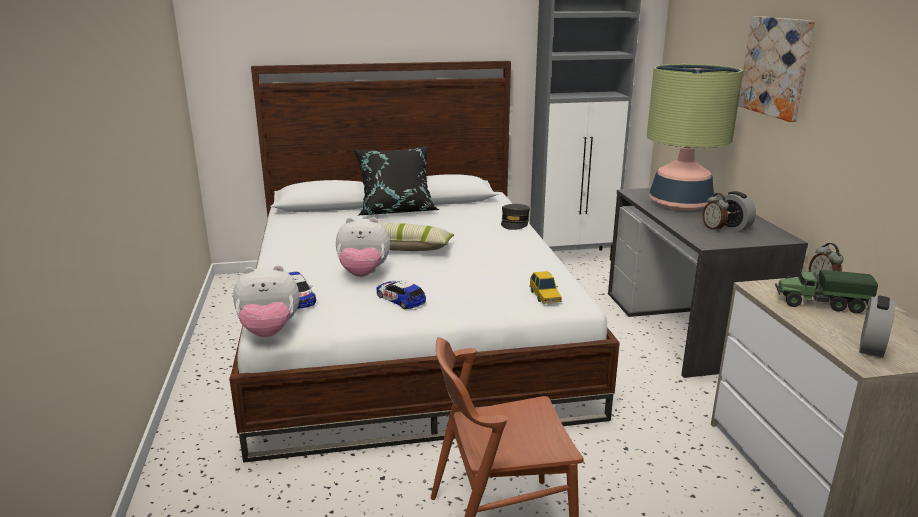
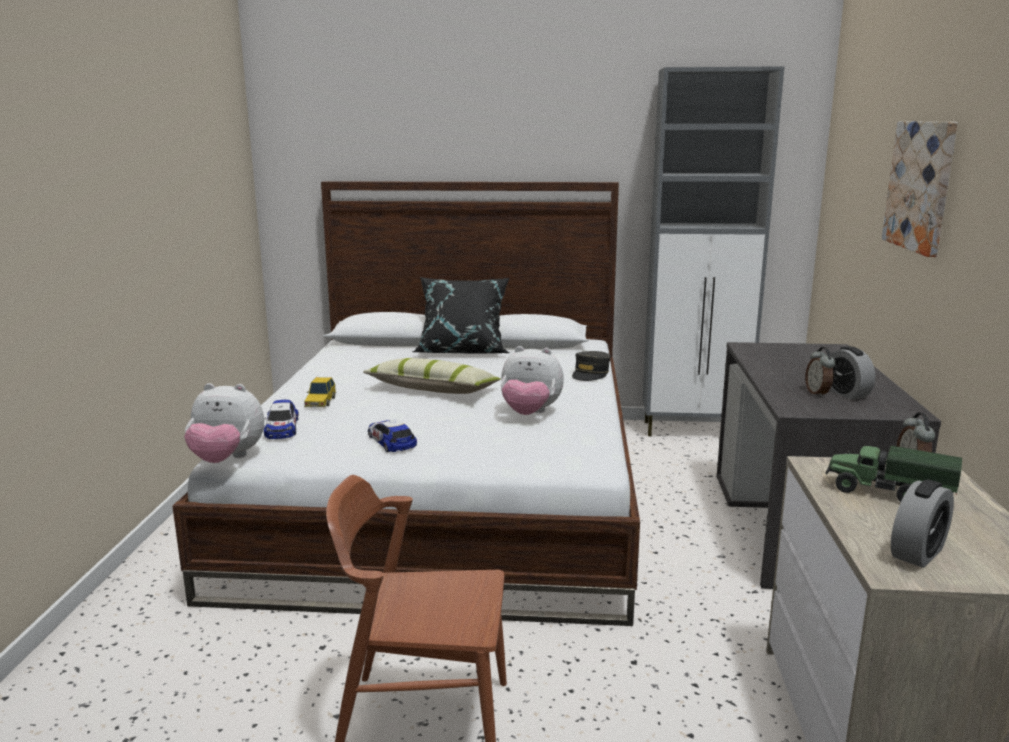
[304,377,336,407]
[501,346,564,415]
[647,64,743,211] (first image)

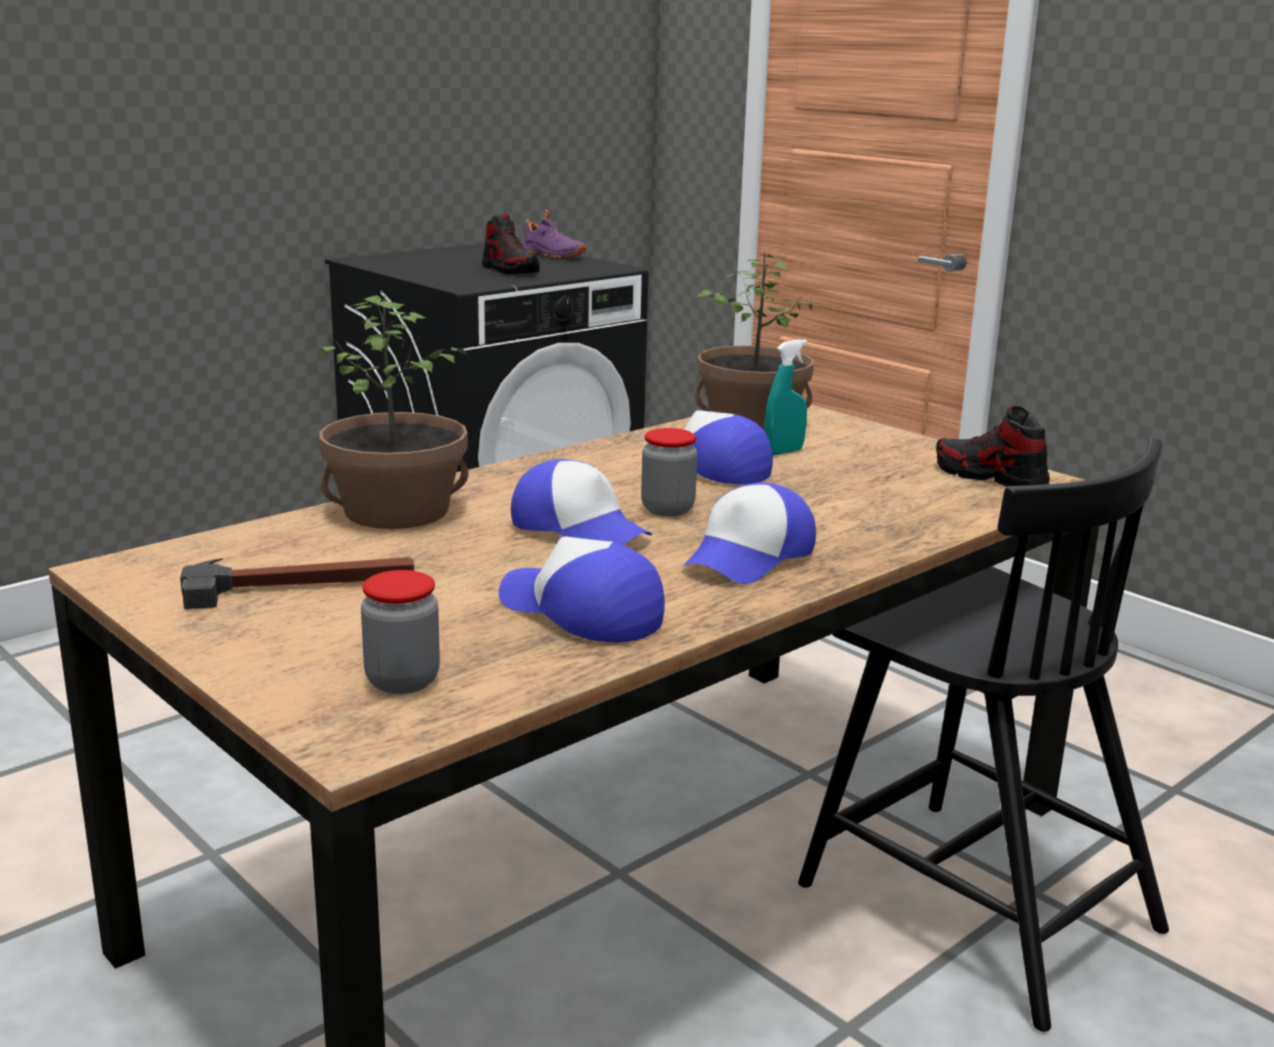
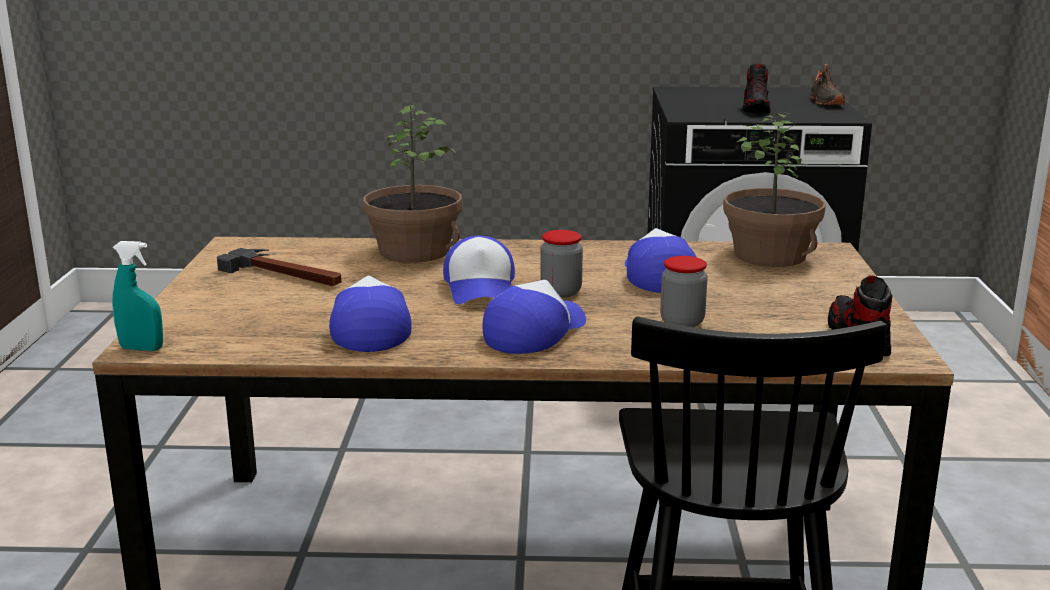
[113,241,163,351]
[482,280,586,354]
[660,256,708,327]
[810,64,845,105]

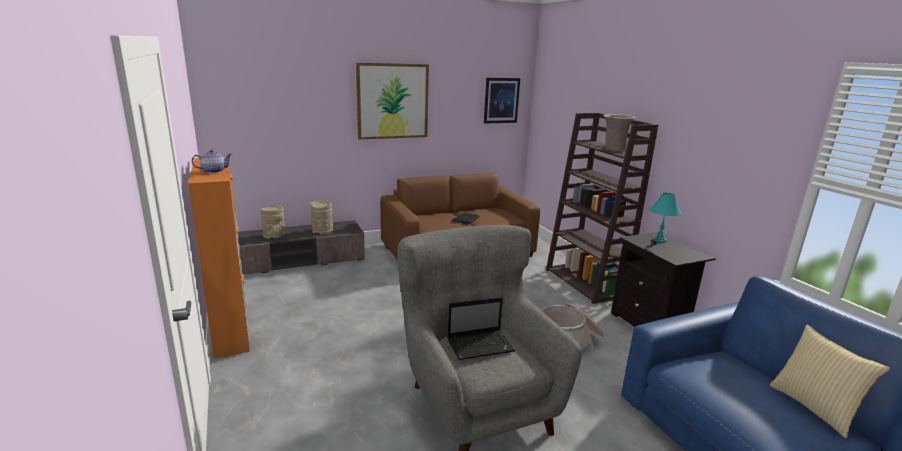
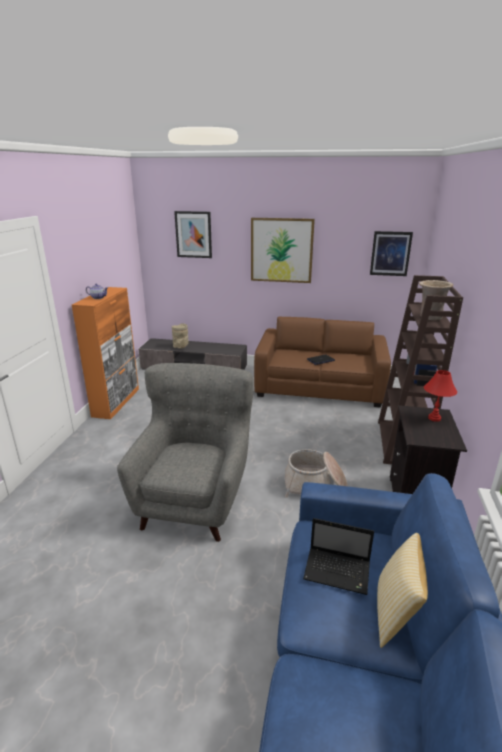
[174,211,212,258]
[303,518,374,595]
[424,370,457,422]
[311,200,333,235] (first image)

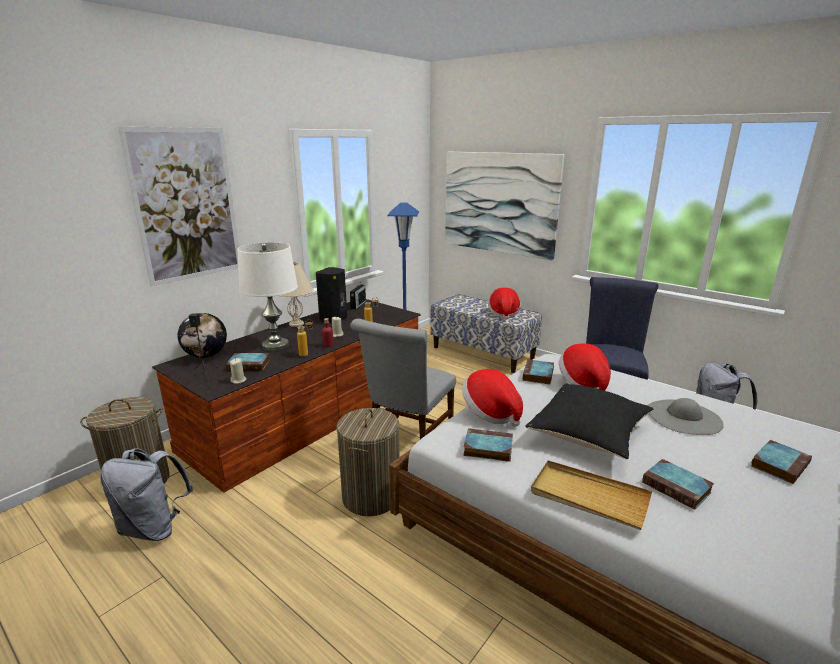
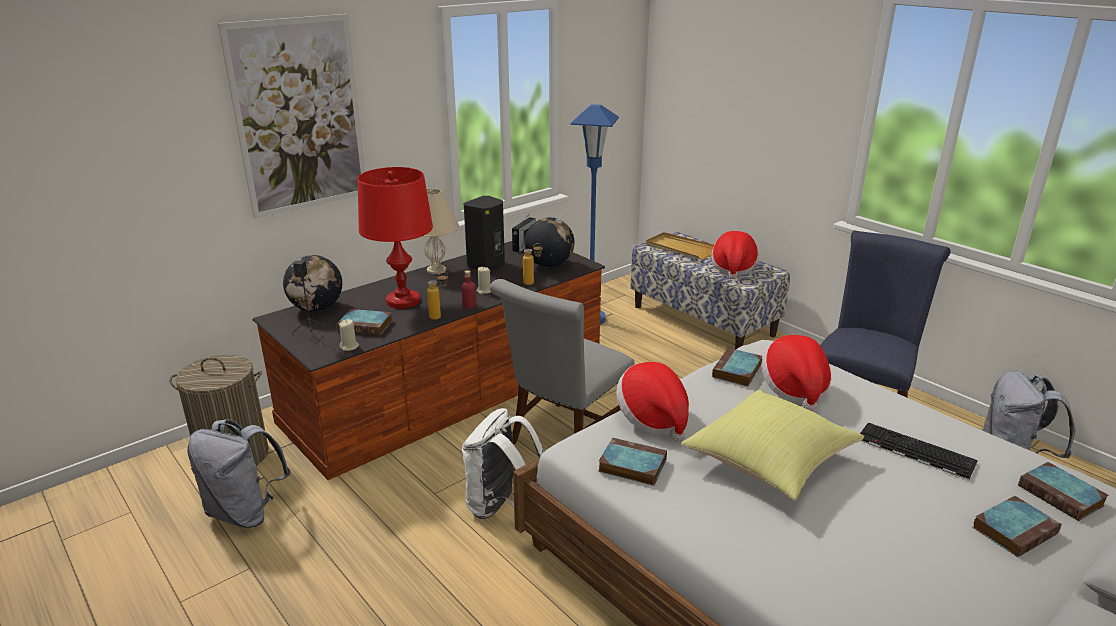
[357,167,433,309]
[462,408,544,519]
[524,217,575,268]
[646,232,714,260]
[681,390,864,500]
[860,423,978,480]
[1018,462,1109,521]
[445,152,565,260] (first image)

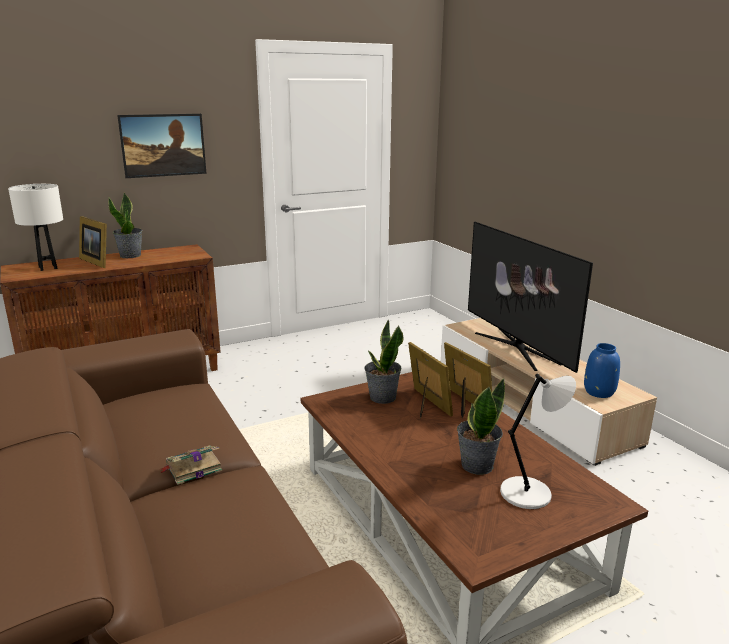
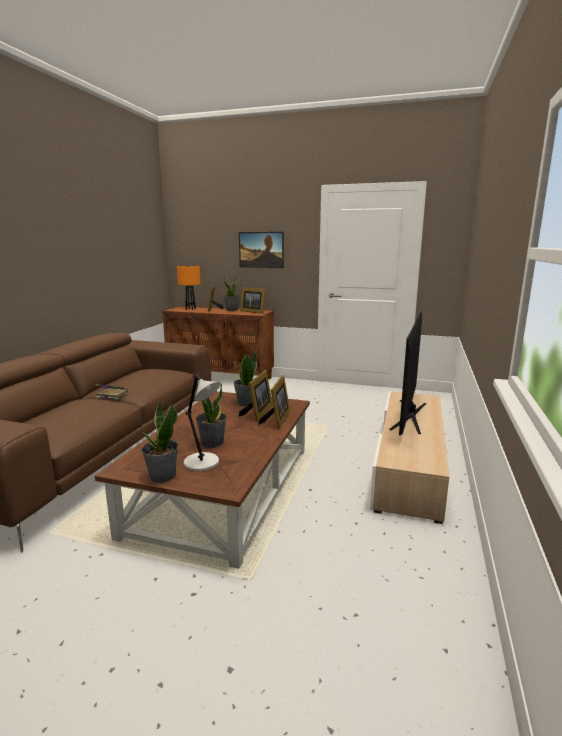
[141,400,178,483]
[177,266,201,310]
[240,287,266,314]
[584,343,620,398] (first image)

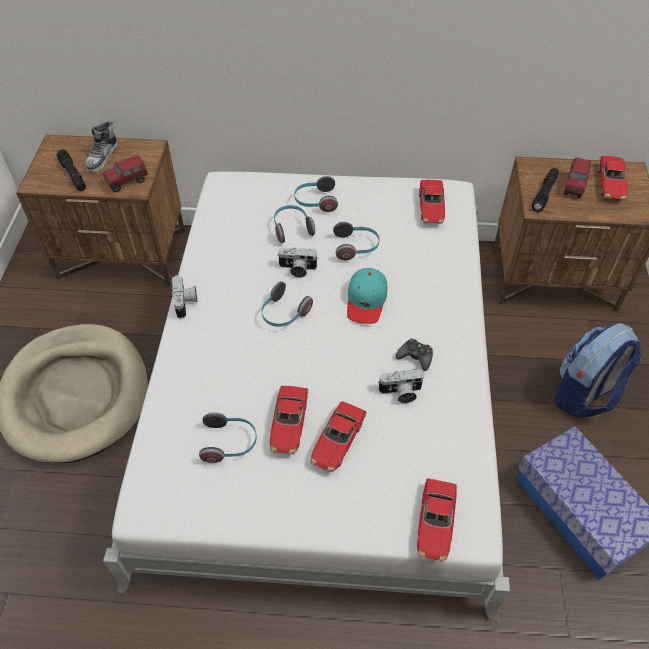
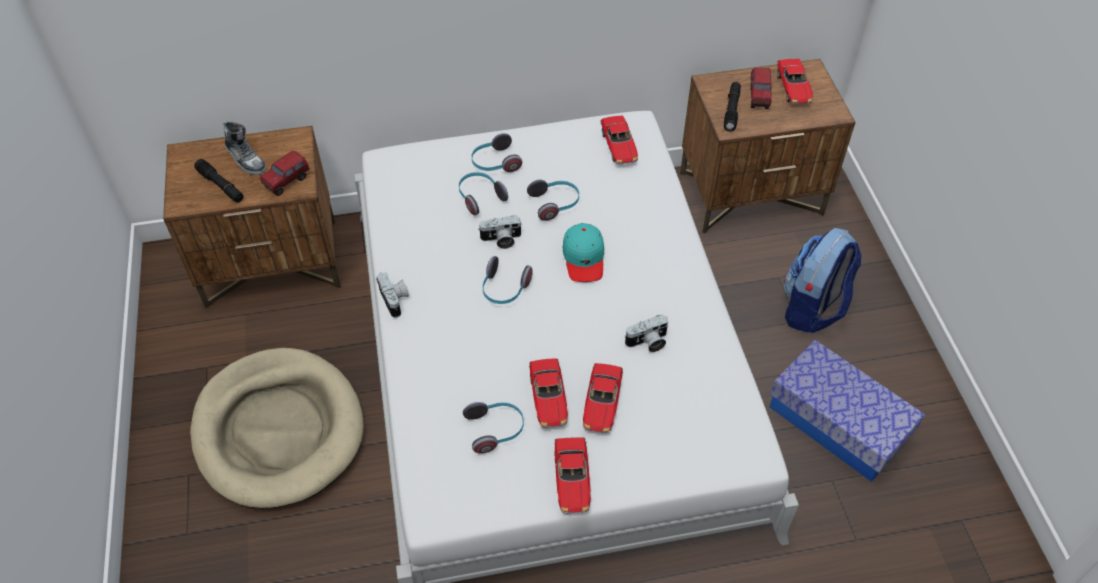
[223,122,266,175]
[554,437,591,513]
[396,338,433,371] (first image)

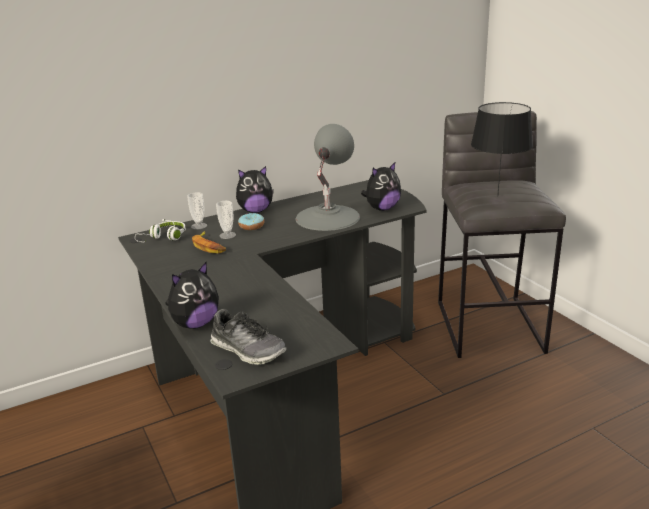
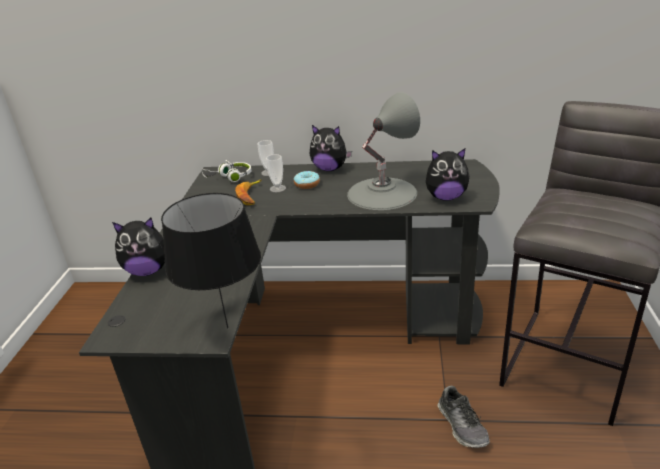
[161,193,261,329]
[438,386,490,448]

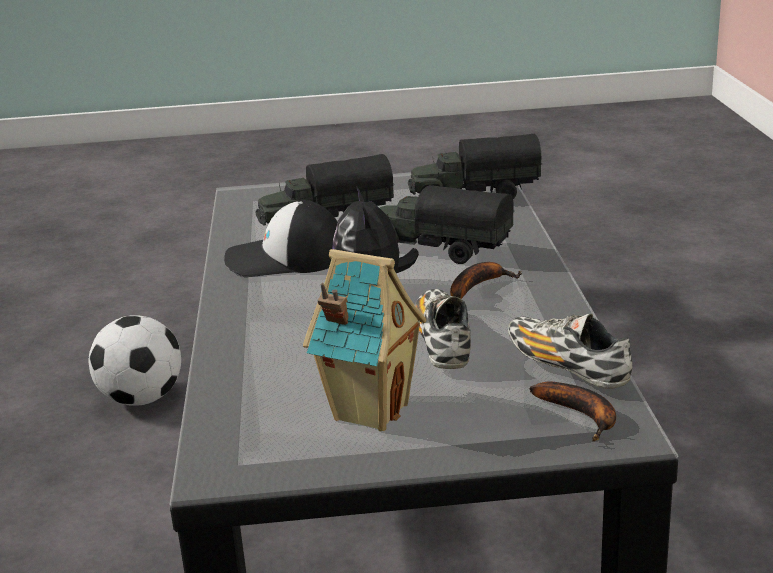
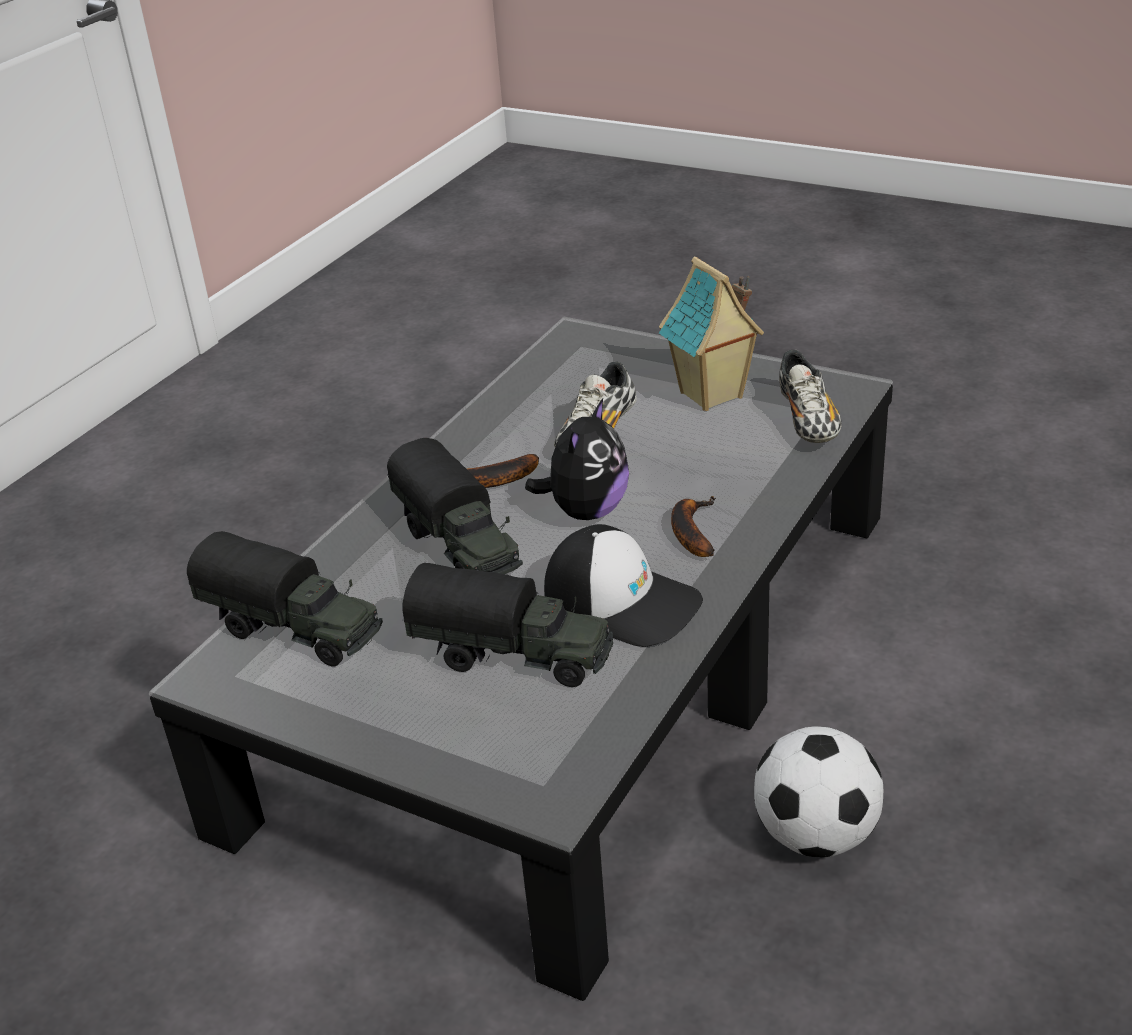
[671,496,716,557]
[779,350,842,443]

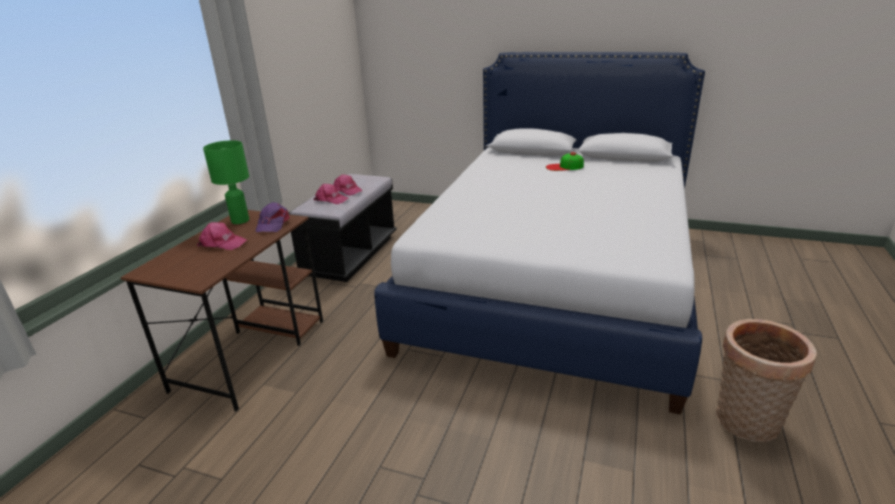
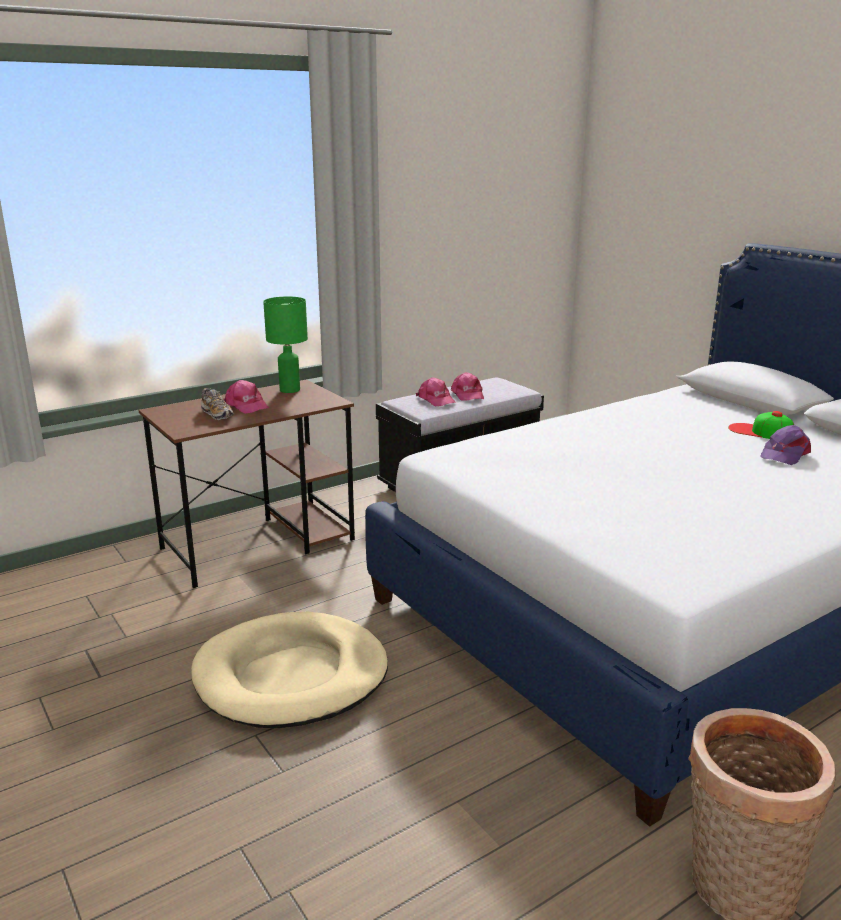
[191,612,388,728]
[201,388,233,420]
[760,425,811,465]

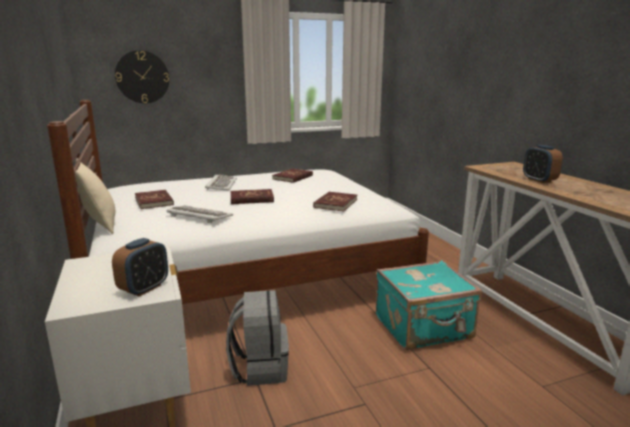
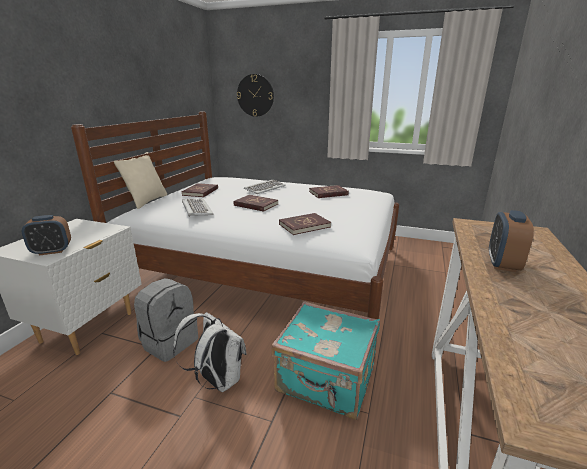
[173,312,247,392]

